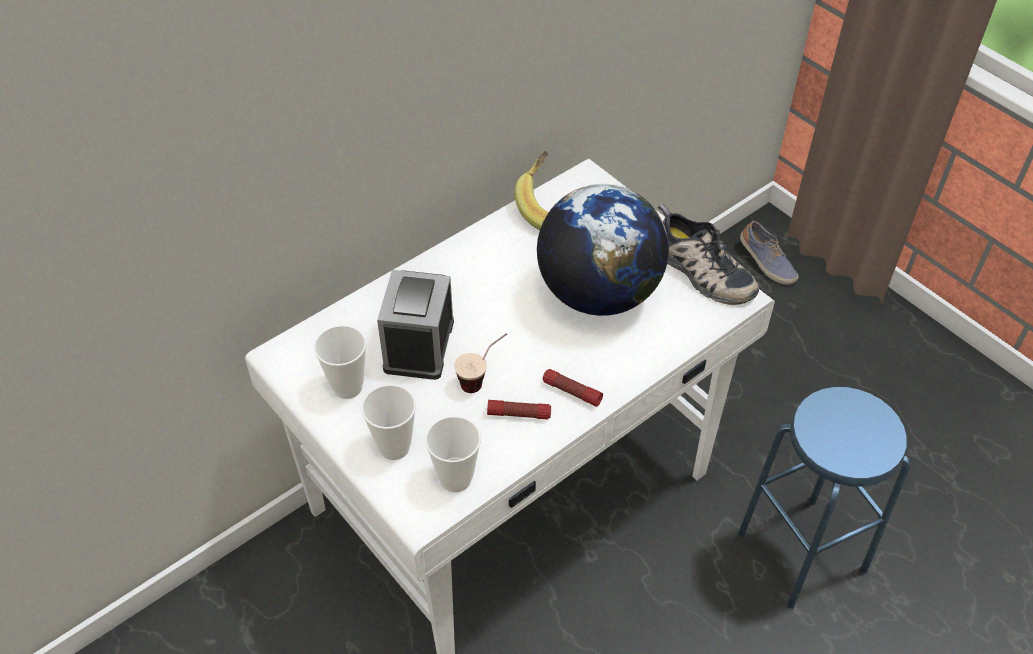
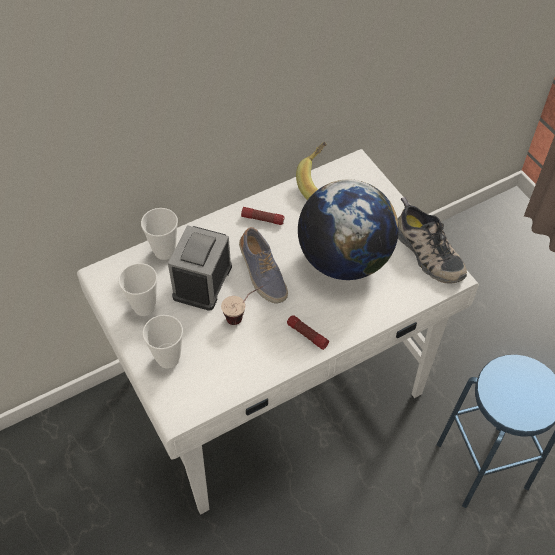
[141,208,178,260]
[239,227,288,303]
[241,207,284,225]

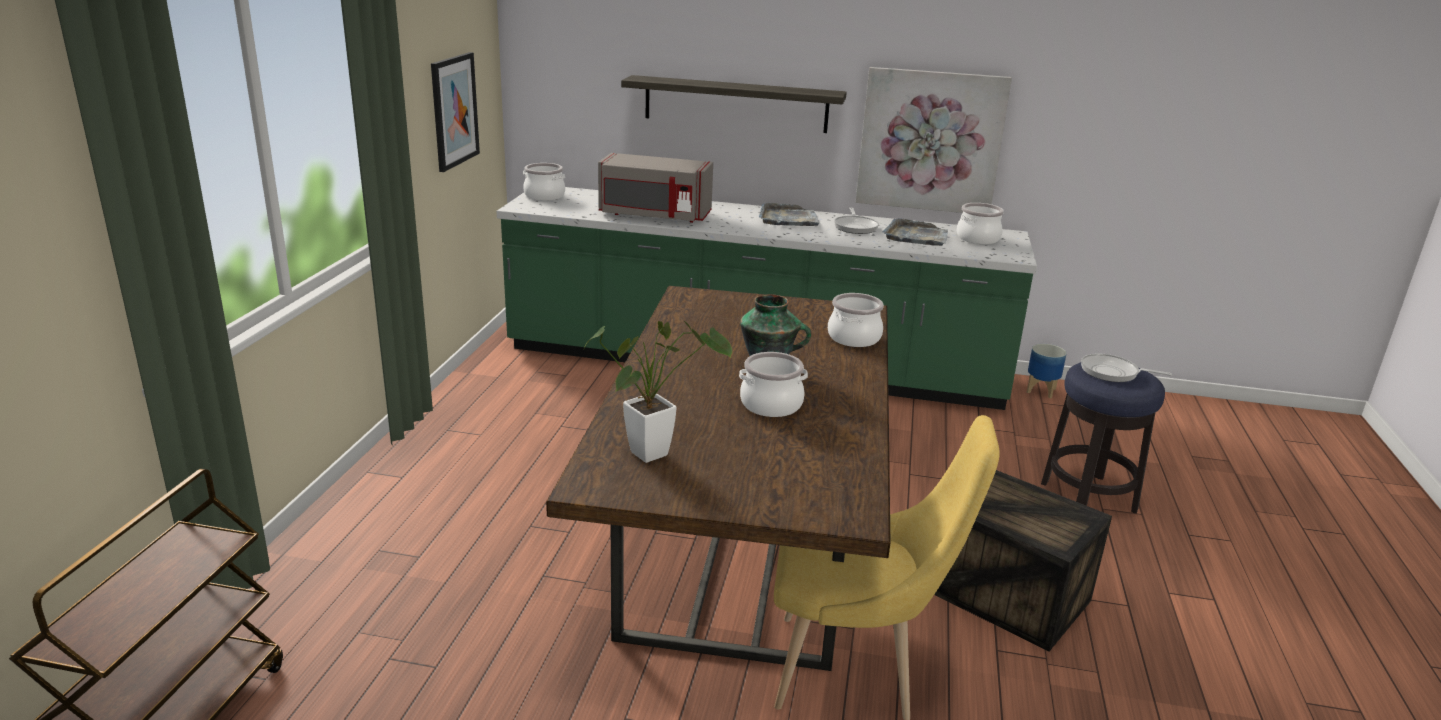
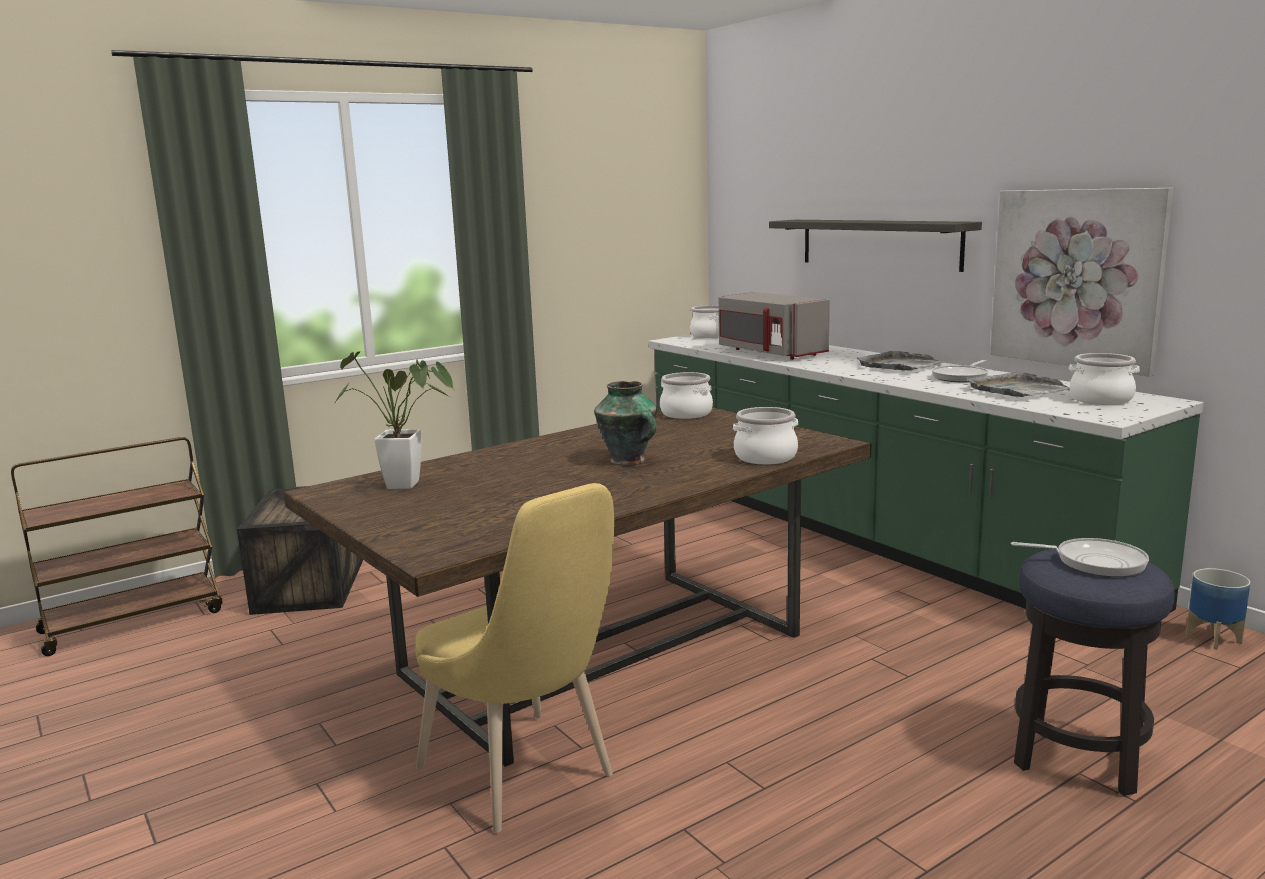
[237,486,363,615]
[660,372,713,419]
[1011,538,1149,577]
[431,52,480,172] (first image)

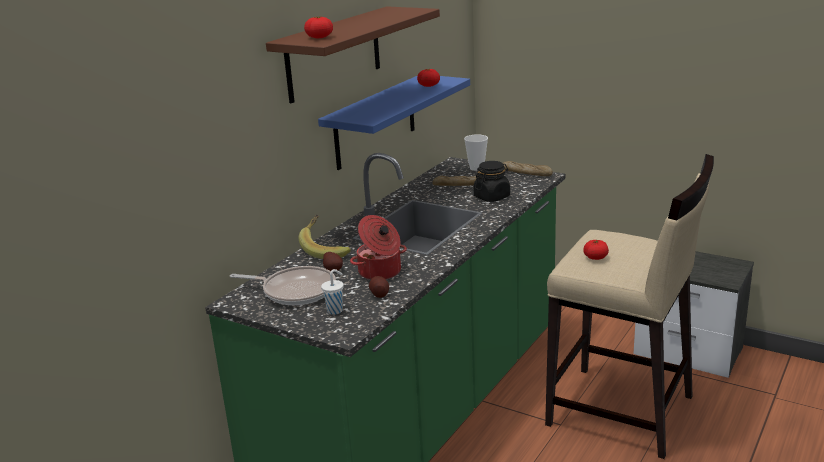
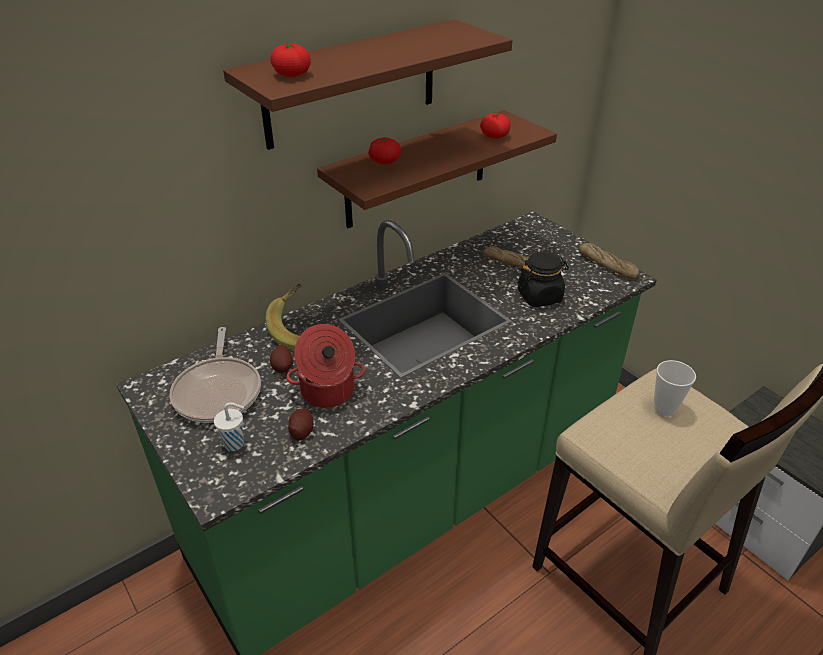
[170,327,261,423]
[317,110,557,228]
[368,137,401,164]
[654,360,696,416]

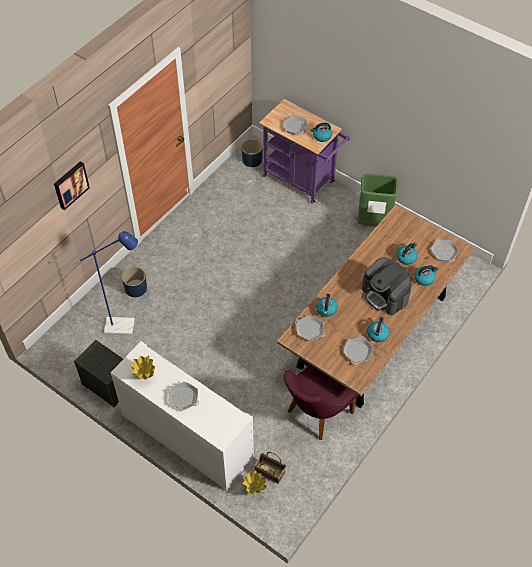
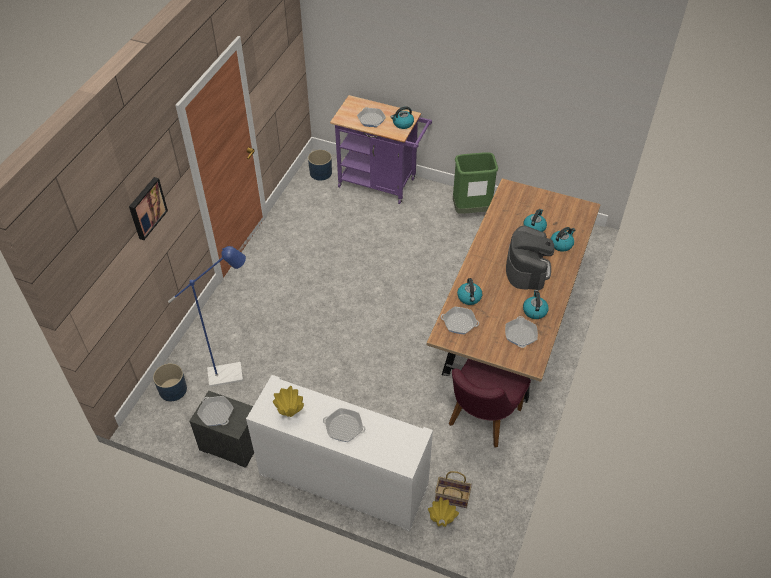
[153,363,187,401]
[197,396,233,426]
[506,226,554,290]

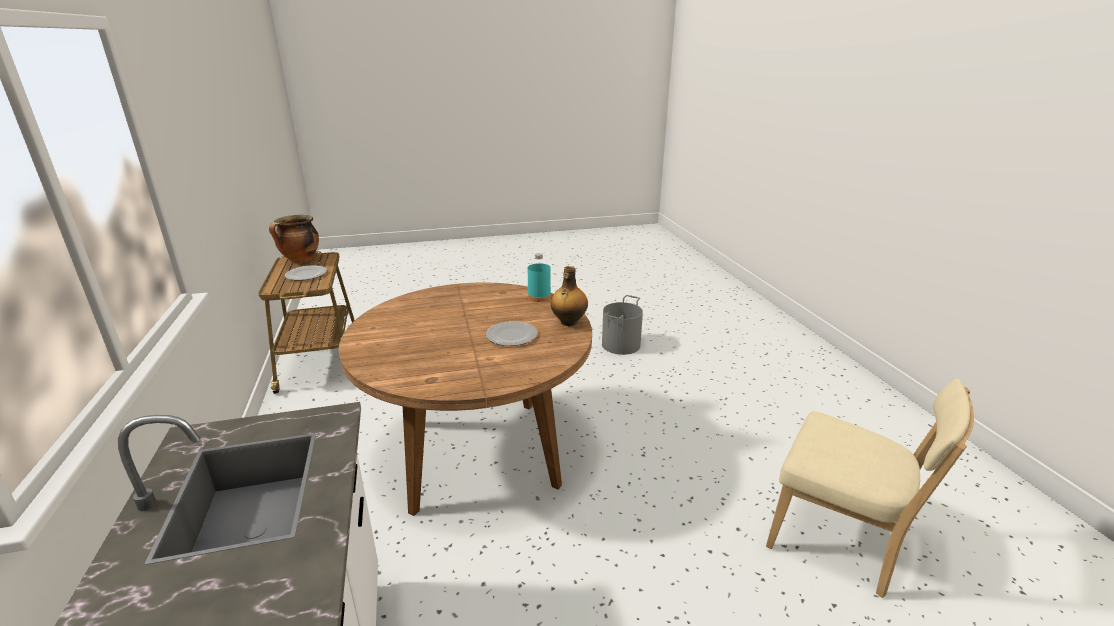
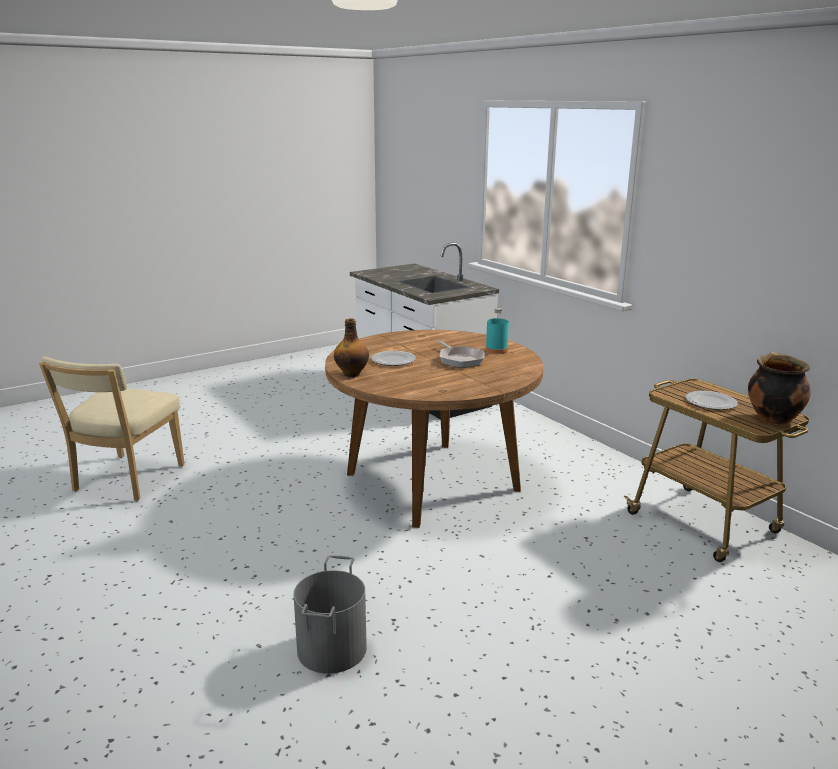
[39,356,185,501]
[438,340,484,368]
[486,308,509,354]

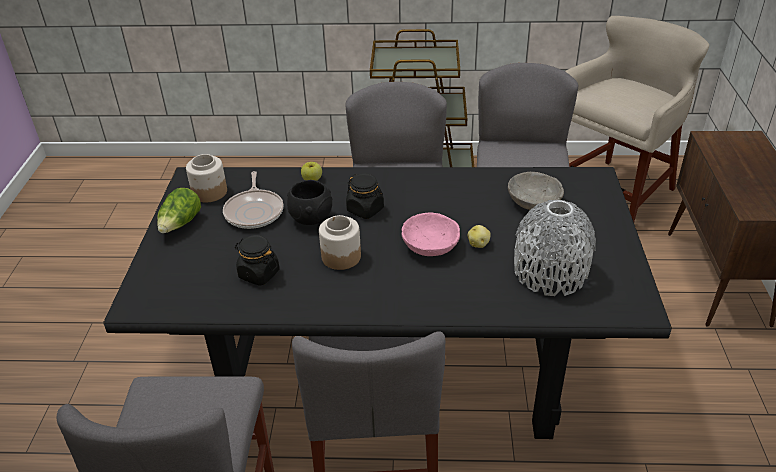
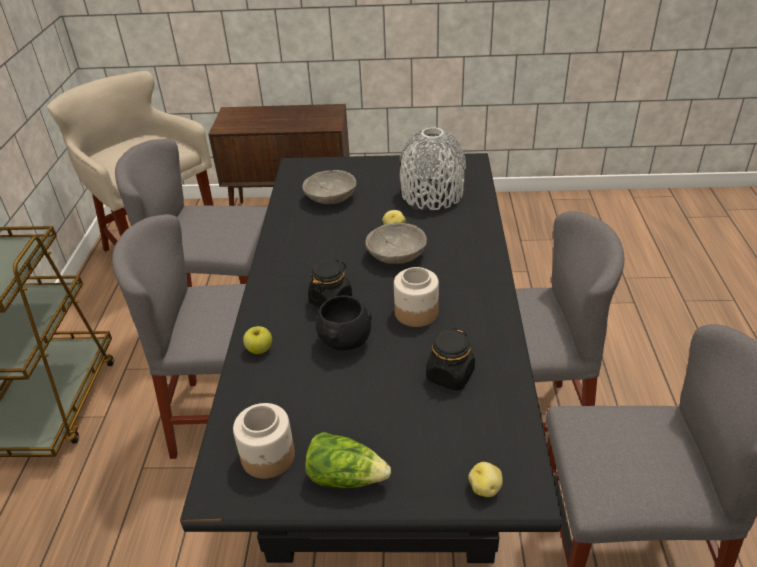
[365,223,427,264]
[468,462,503,497]
[223,171,283,229] (first image)

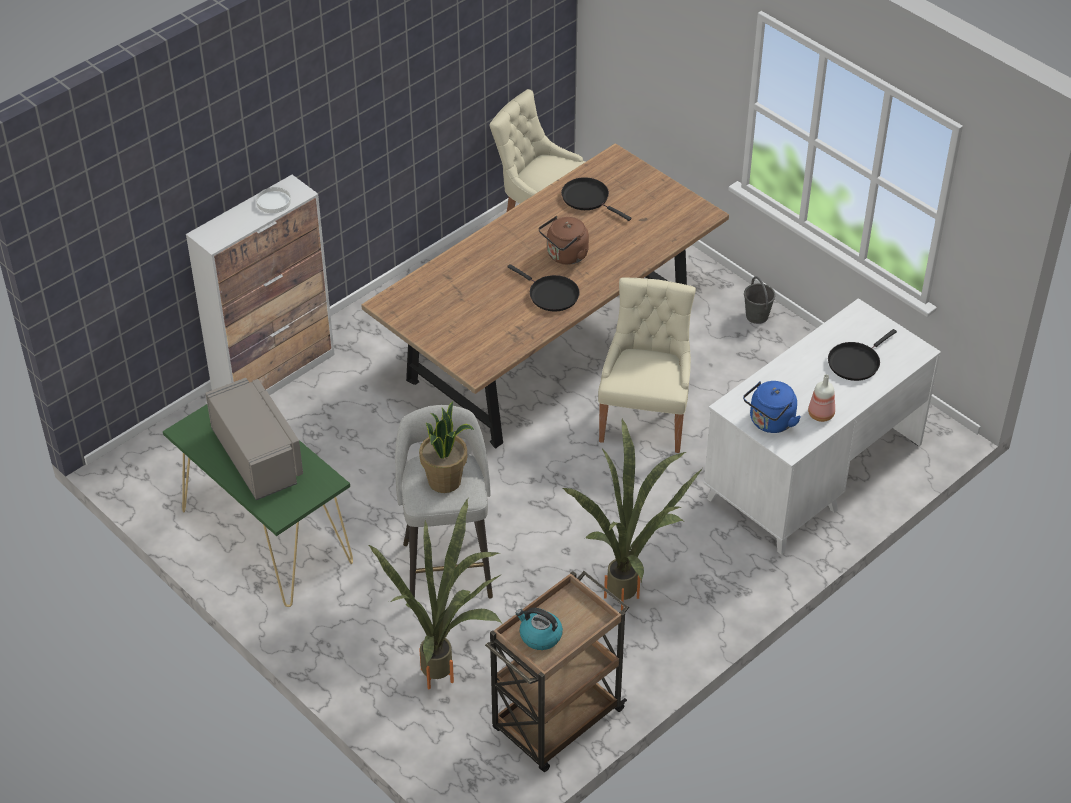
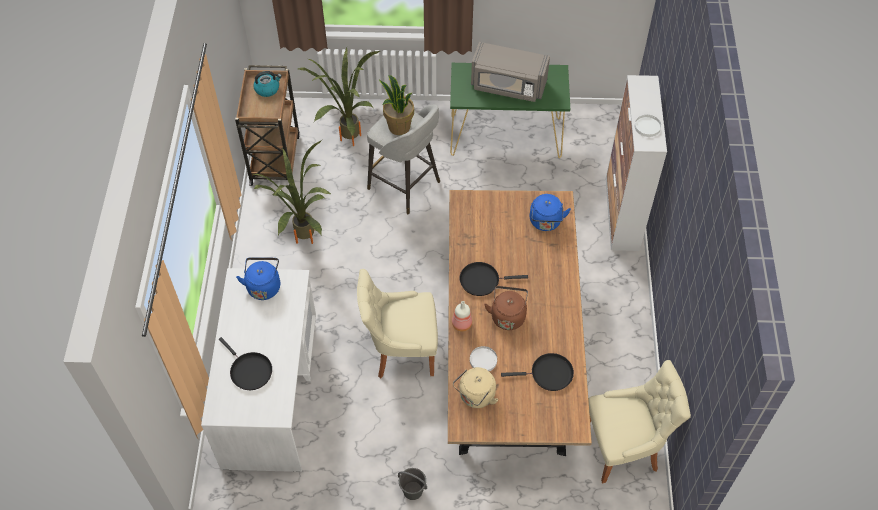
[219,337,272,390]
[357,269,438,378]
[452,301,472,331]
[453,367,498,408]
[470,346,497,371]
[530,194,571,231]

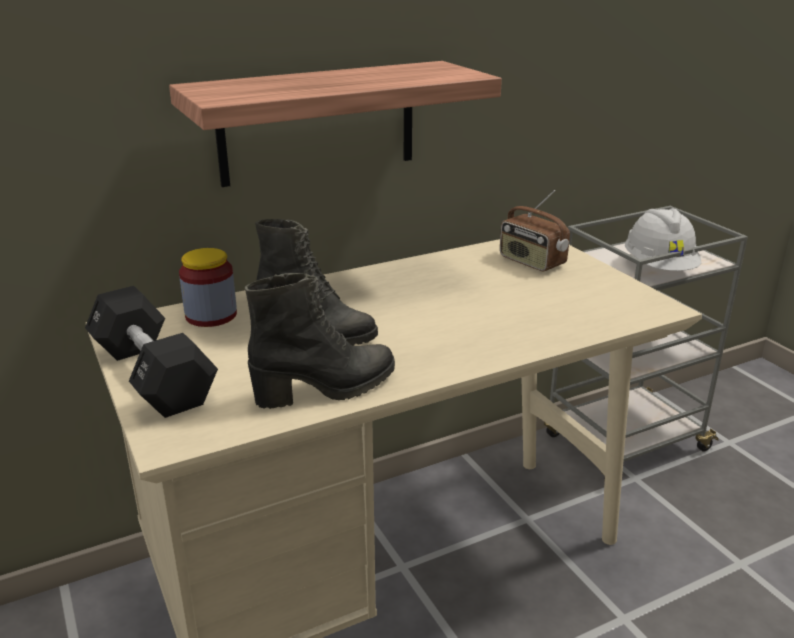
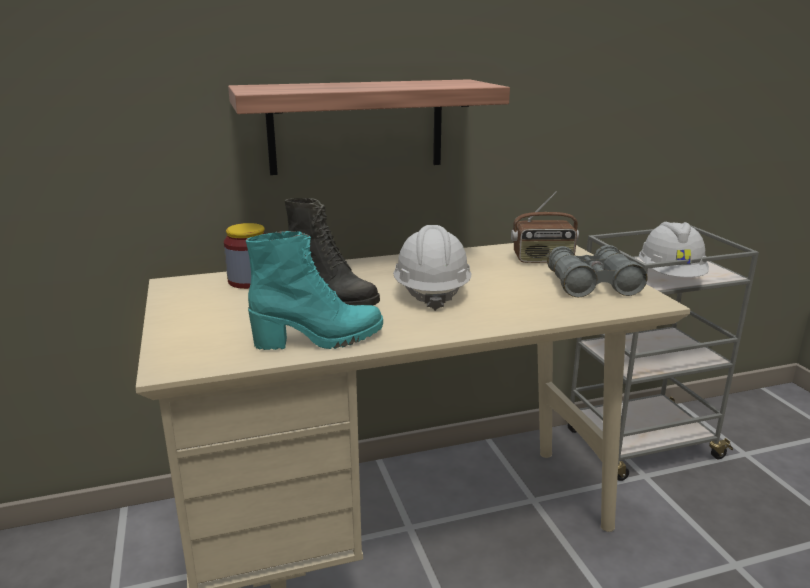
[245,231,383,350]
[393,225,471,311]
[511,191,579,263]
[547,245,648,297]
[85,286,218,418] (first image)

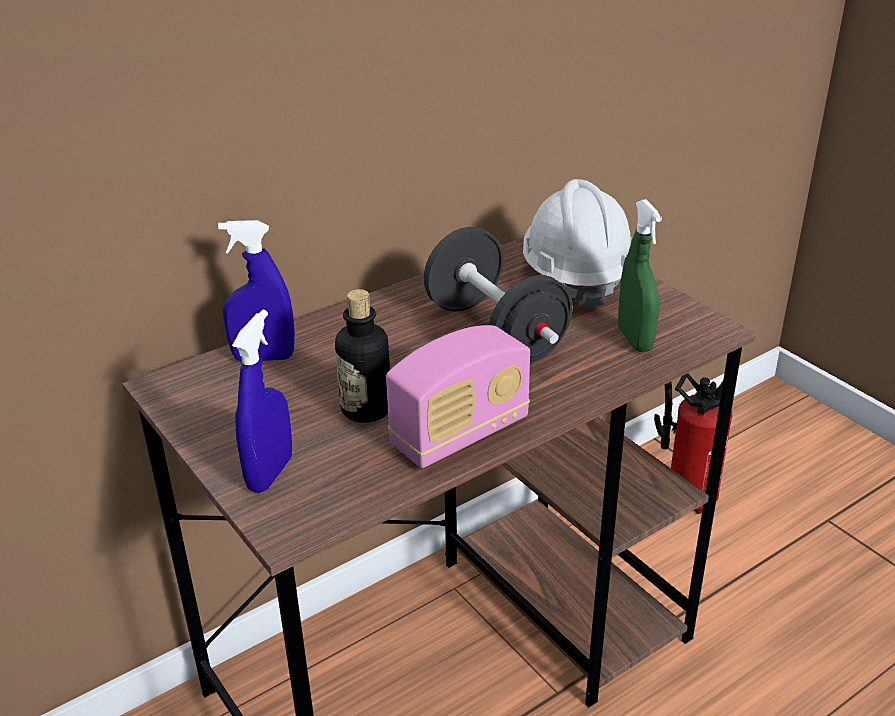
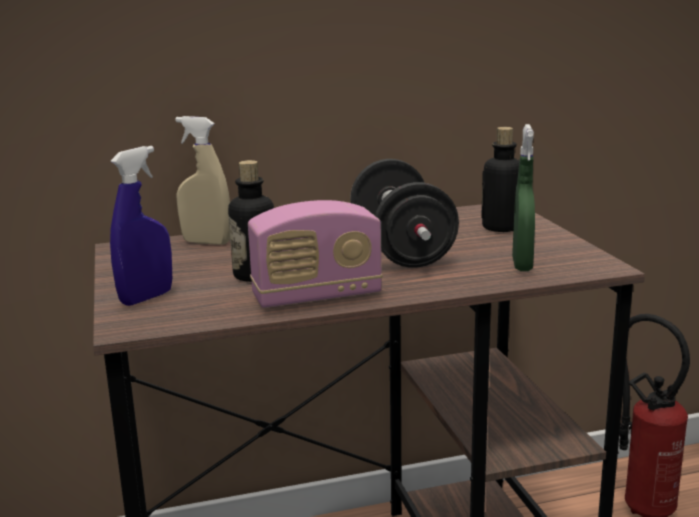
[176,116,230,245]
[481,127,520,232]

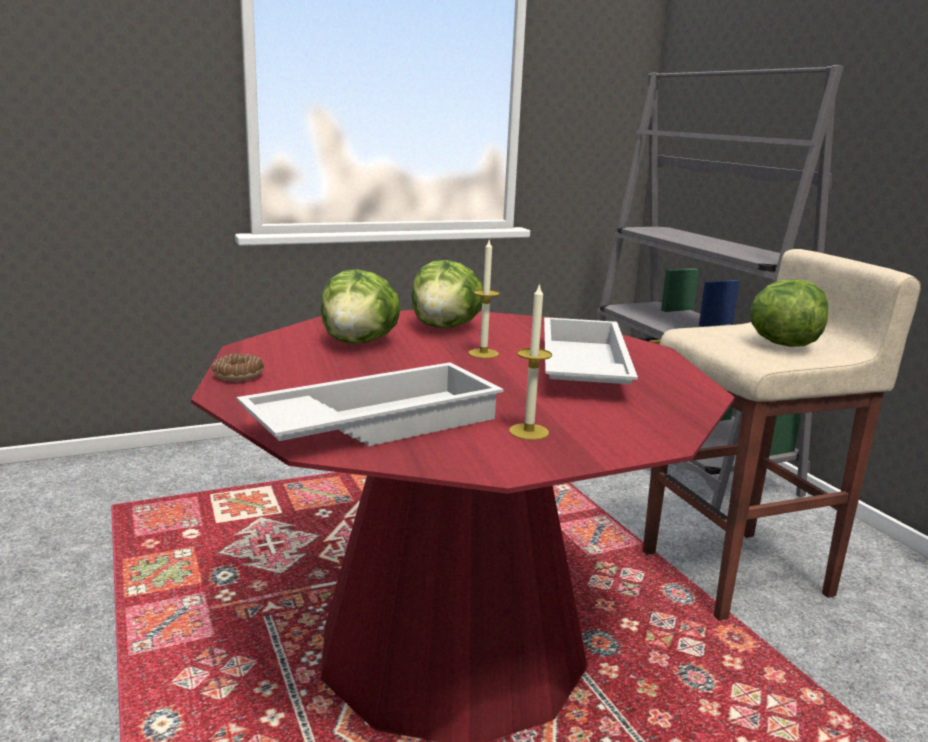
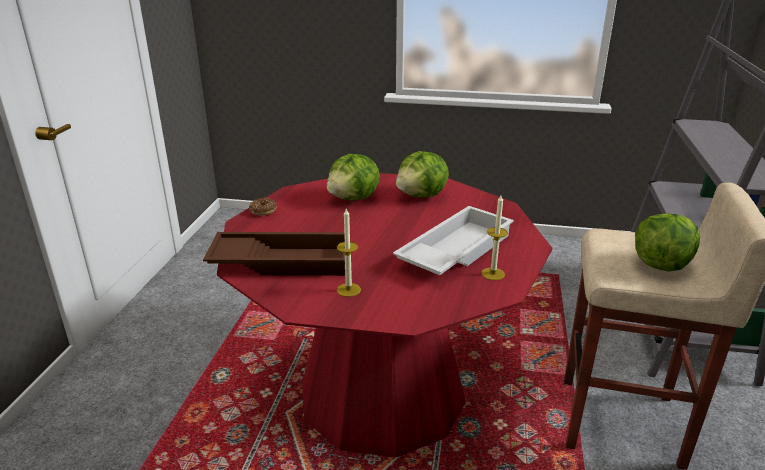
[203,232,345,276]
[481,195,508,280]

